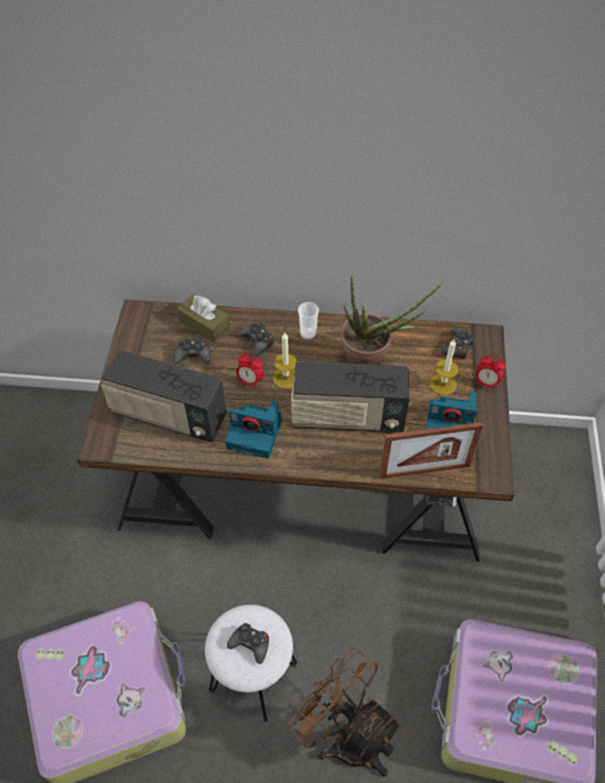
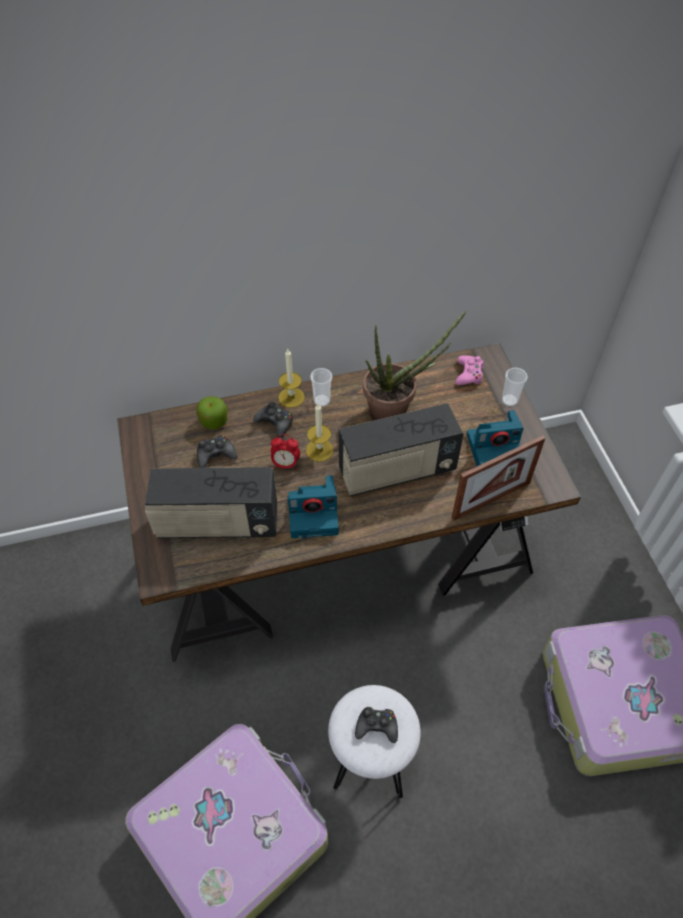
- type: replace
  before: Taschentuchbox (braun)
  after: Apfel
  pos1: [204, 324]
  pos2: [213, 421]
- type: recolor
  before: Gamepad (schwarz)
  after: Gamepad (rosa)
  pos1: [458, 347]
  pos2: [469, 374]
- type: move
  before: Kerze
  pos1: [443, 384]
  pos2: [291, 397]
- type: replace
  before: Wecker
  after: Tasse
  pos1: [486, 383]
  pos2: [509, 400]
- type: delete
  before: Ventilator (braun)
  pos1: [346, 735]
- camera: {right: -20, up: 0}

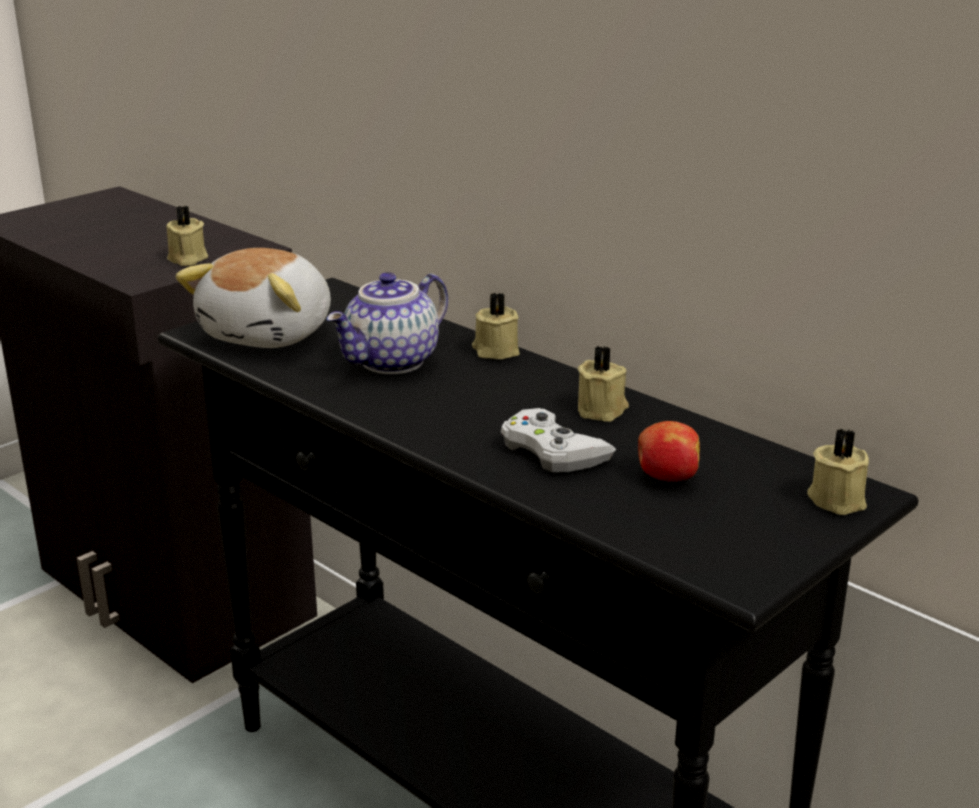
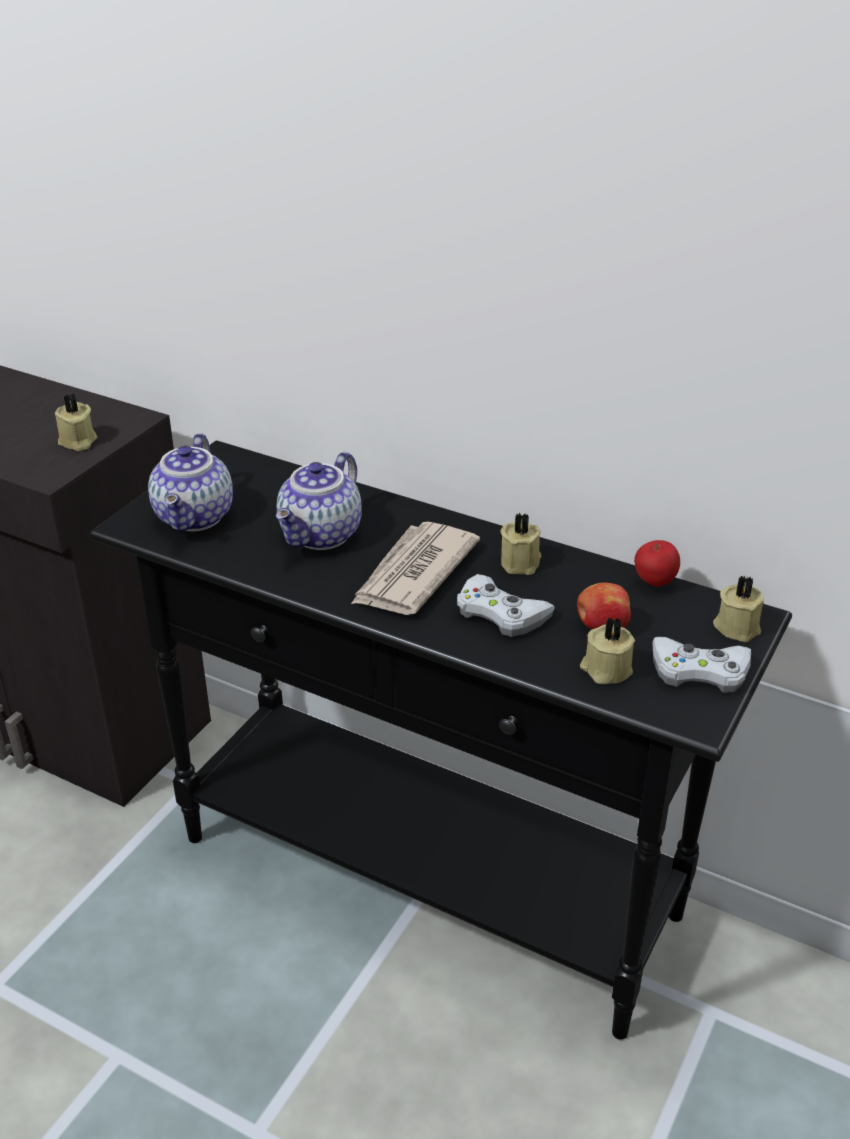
- type: replace
  before: Plüschtier
  after: Teekanne
  pos1: [270, 334]
  pos2: [196, 517]
- type: move
  before: Kerze (beige)
  pos1: [495, 351]
  pos2: [605, 669]
- type: insert
  after: Zeitung
  pos2: [413, 573]
- type: insert
  after: Apfel
  pos2: [654, 583]
- type: insert
  after: Gamepad (weiß)
  pos2: [699, 671]
- camera: {right: -15, up: 10}

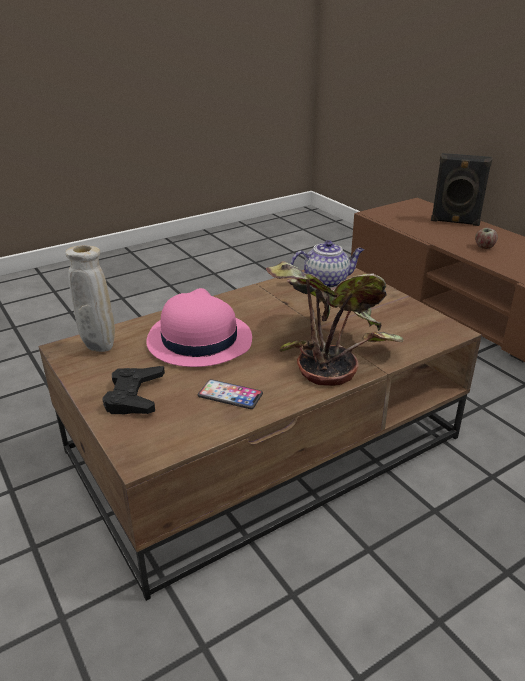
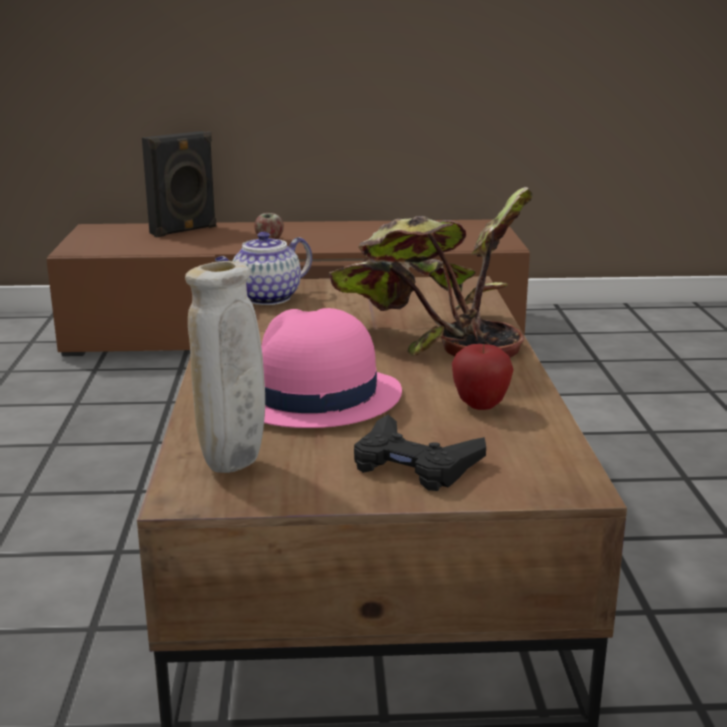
- type: rotate
  before: Teekanne
  pos1: [326, 281]
  pos2: [266, 299]
  turn: -150
- type: replace
  before: Handy
  after: Apfel
  pos1: [230, 395]
  pos2: [480, 406]
- camera: {right: -60, up: -10}

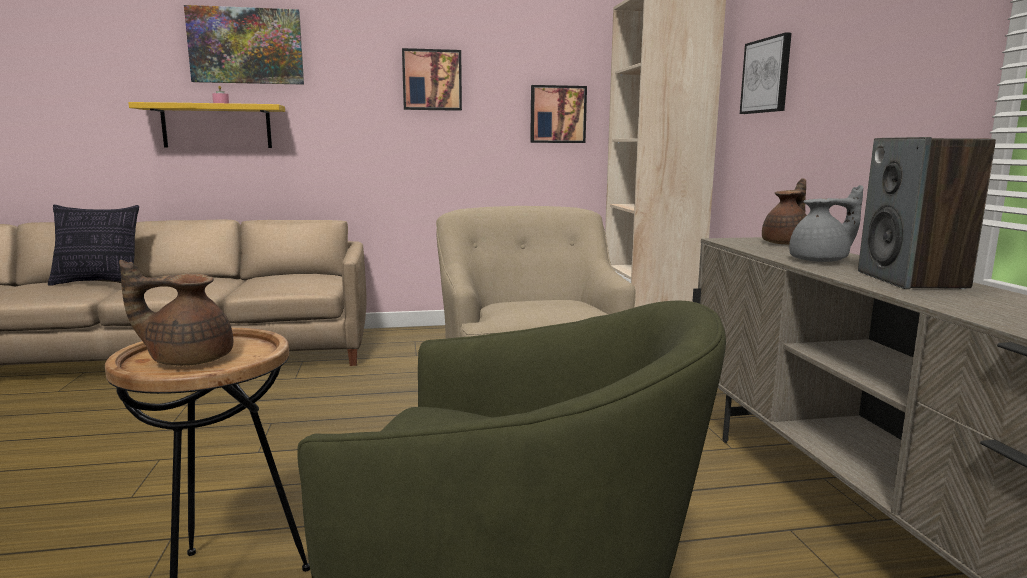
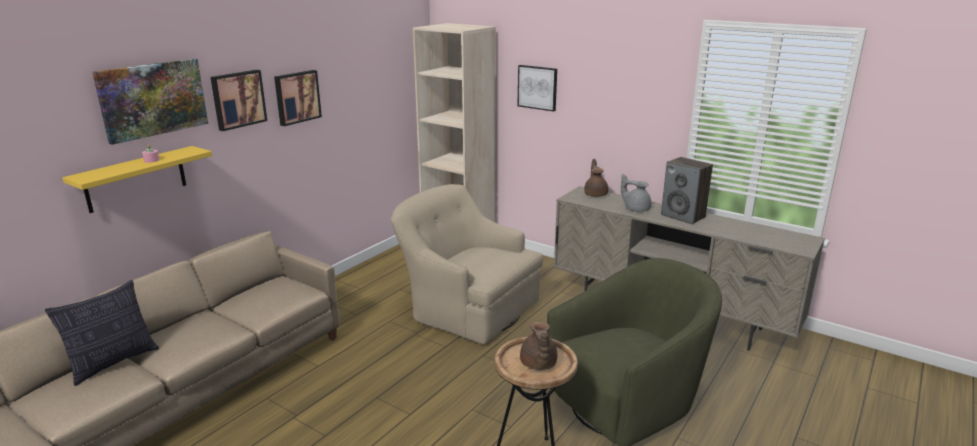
- type: move
  before: Bild
  pos1: [557, 114]
  pos2: [238, 99]
- type: rotate
  before: Teekanne (grau)
  pos1: [821, 260]
  pos2: [636, 208]
  turn: -90
- type: rotate
  before: Teekanne (braun)
  pos1: [188, 359]
  pos2: [538, 364]
  turn: -45
- camera: {right: -45, up: 10}

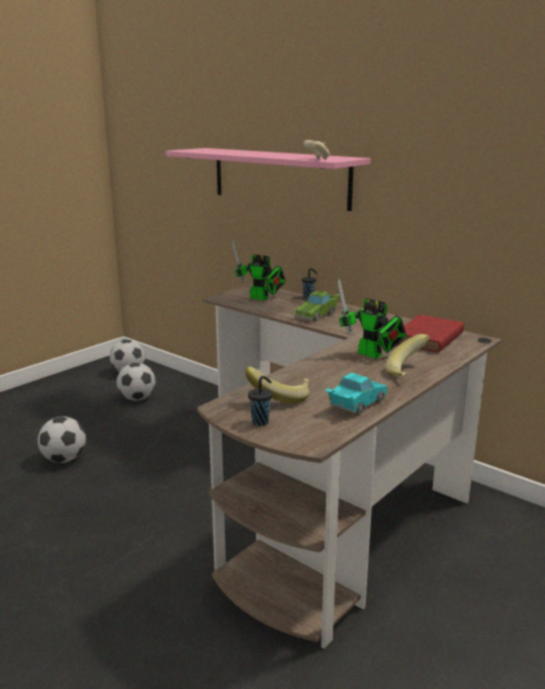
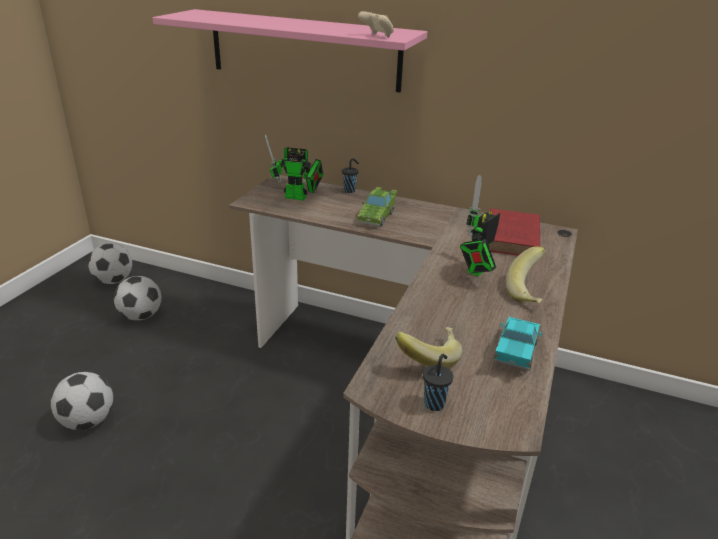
- type: rotate
  before: Spielzeugroboter
  pos1: [372, 355]
  pos2: [476, 271]
  turn: 105
- camera: {right: -20, up: 10}

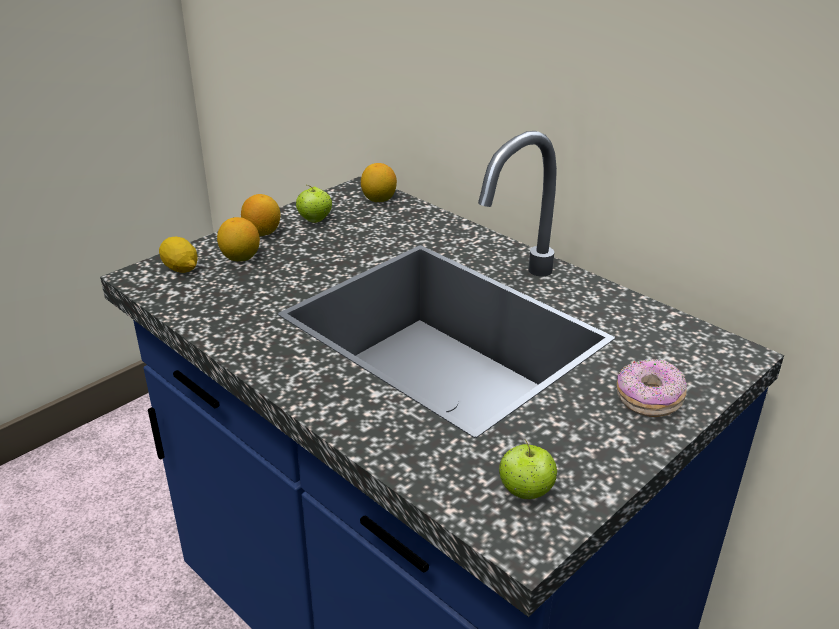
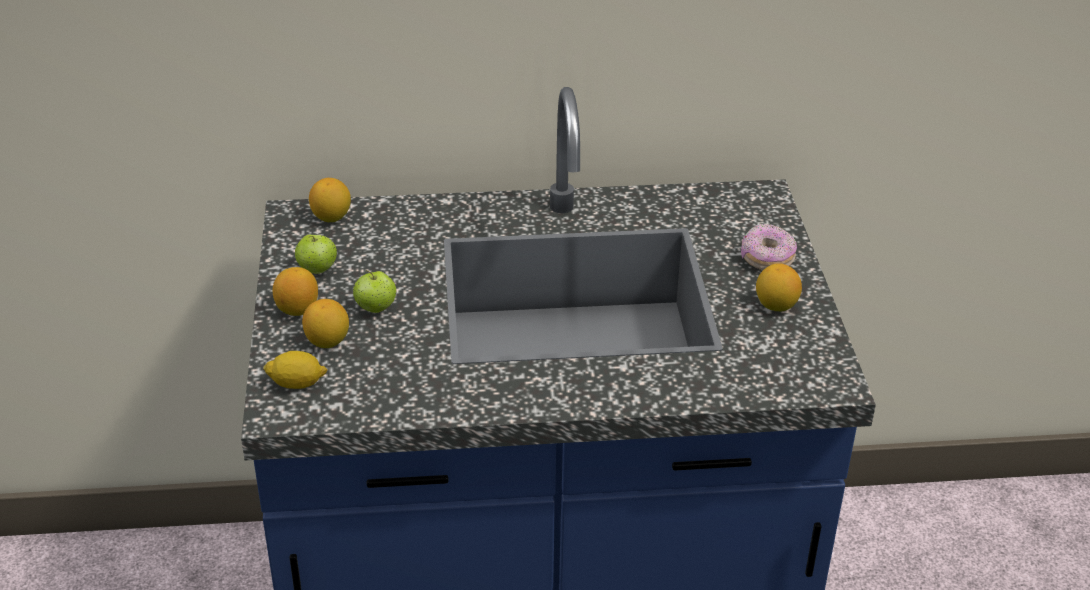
- type: move
  before: Apfel
  pos1: [525, 492]
  pos2: [376, 308]
- type: insert
  after: Zitrone
  pos2: [776, 305]
- camera: {right: -50, up: 5}

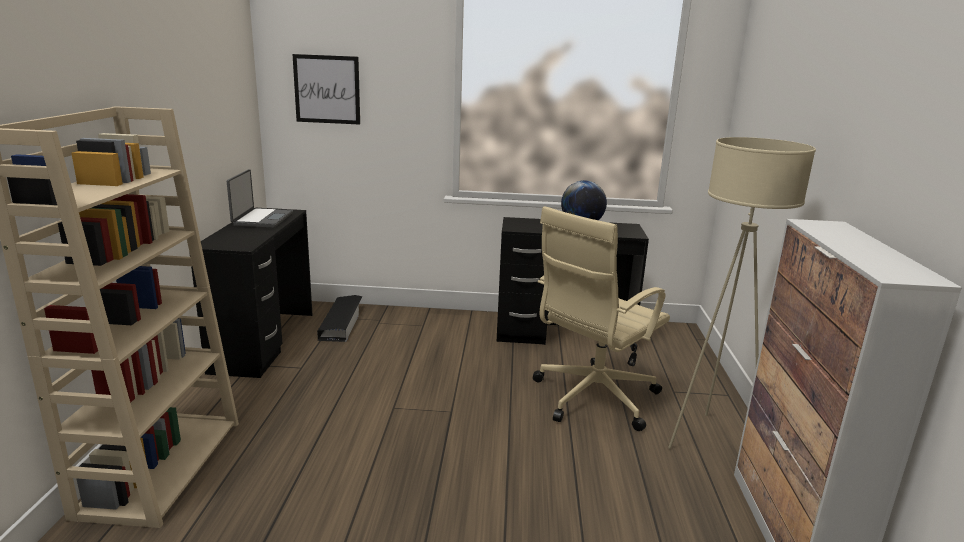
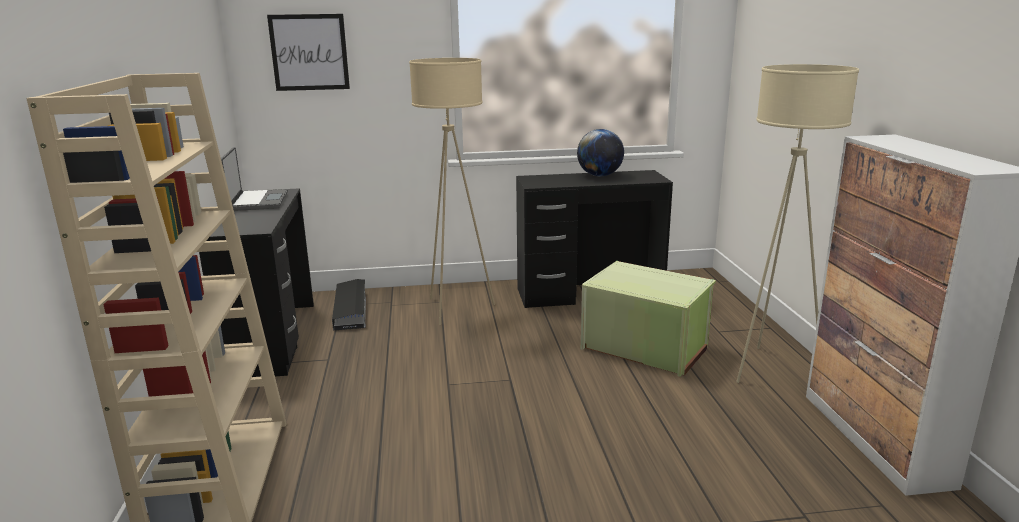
- type: replace
  before: Bürostuhl (beige)
  after: Aufbewahrungsbox (grün)
  pos1: [592, 398]
  pos2: [644, 348]
- type: insert
  after: Stehlampe (beige)
  pos2: [456, 309]
- camera: {right: -10, up: 0}

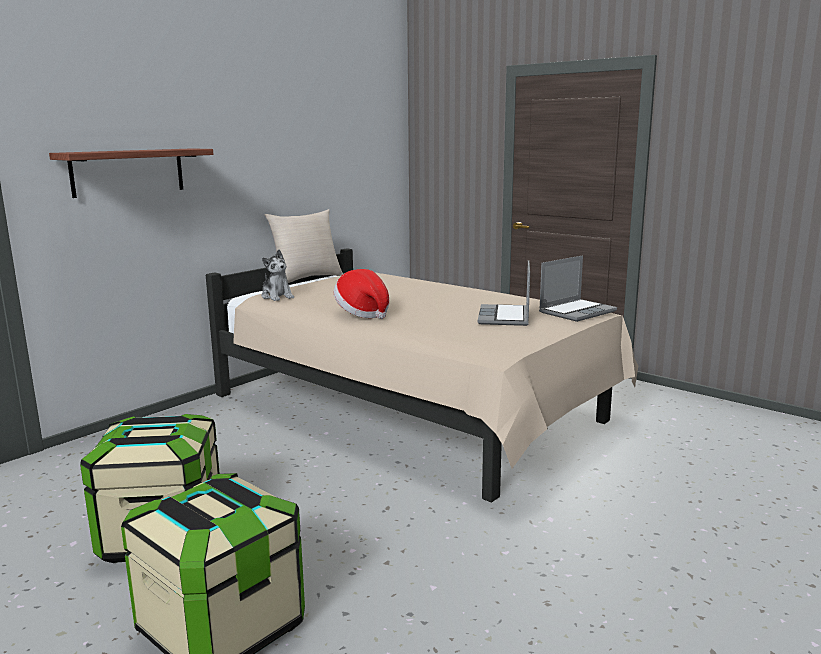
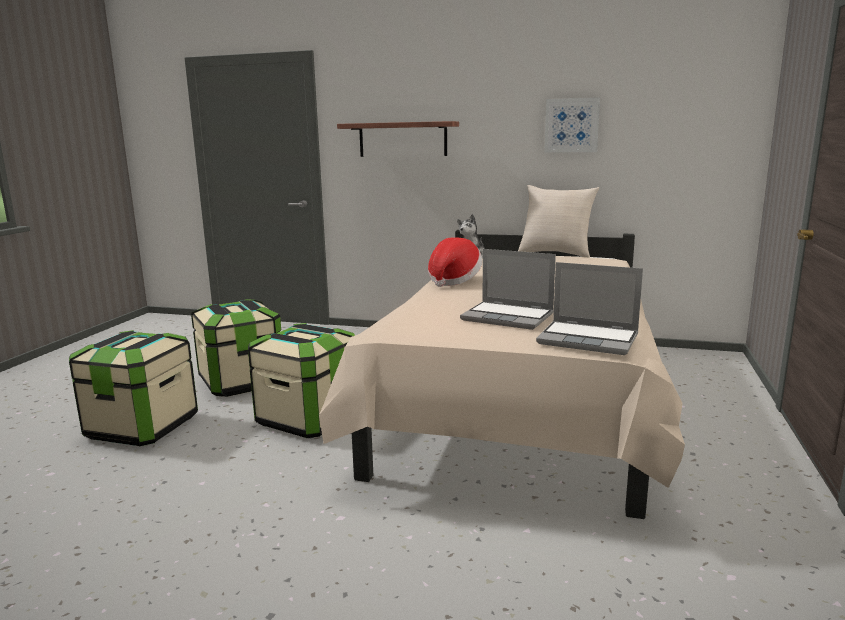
- type: rotate
  before: Laptop
  pos1: [505, 317]
  pos2: [509, 317]
  turn: -135
- type: insert
  after: Bild
  pos2: [571, 125]
- type: insert
  after: Aufbewahrungsbox
  pos2: [309, 418]
- camera: {right: 65, up: 0}

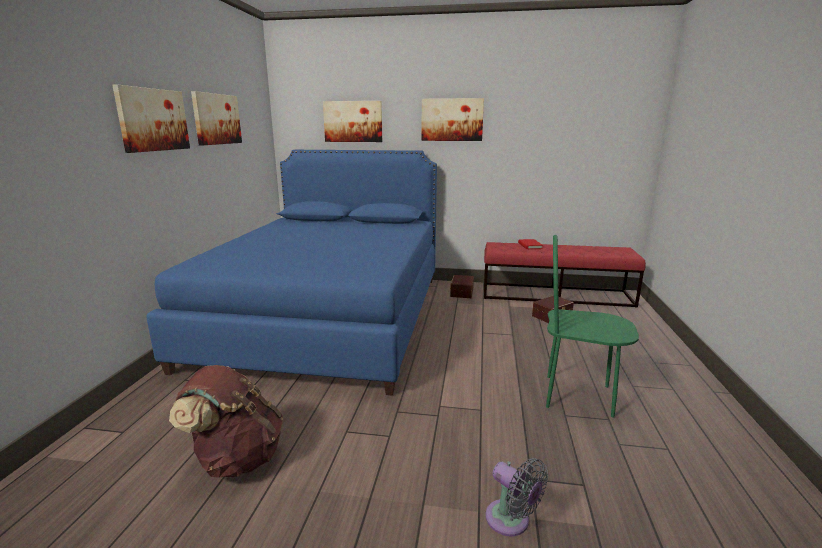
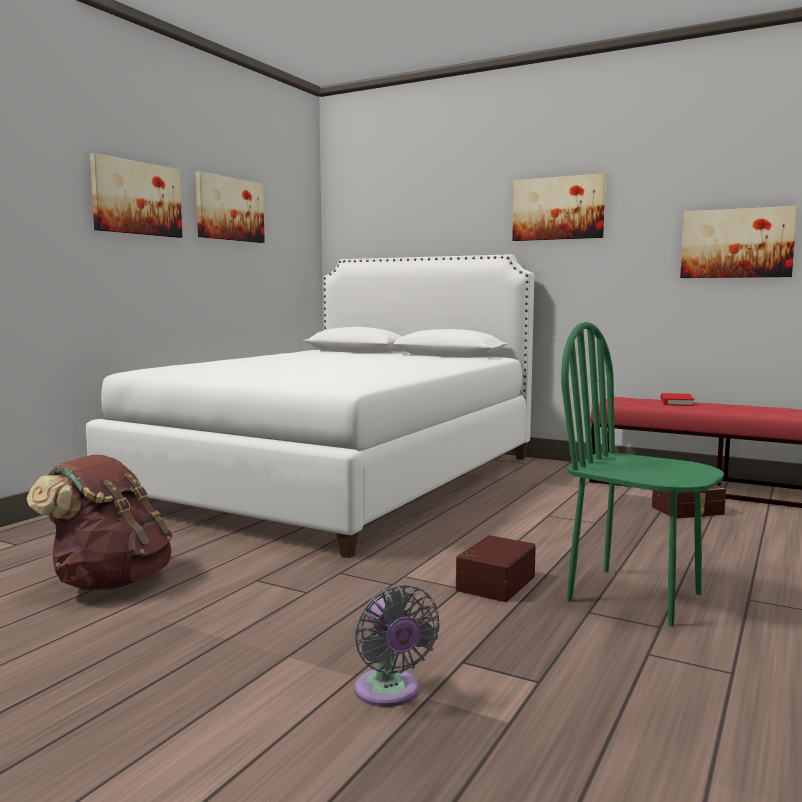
- type: move
  before: Bild
  pos1: [353, 121]
  pos2: [736, 243]
- type: recolor
  before: Bett (blau)
  after: Bett (weiß)
  pos1: [329, 317]
  pos2: [339, 479]
- type: move
  before: Aufbewahrungsbox (braun)
  pos1: [461, 292]
  pos2: [494, 583]
- camera: {right: 20, up: -10}

